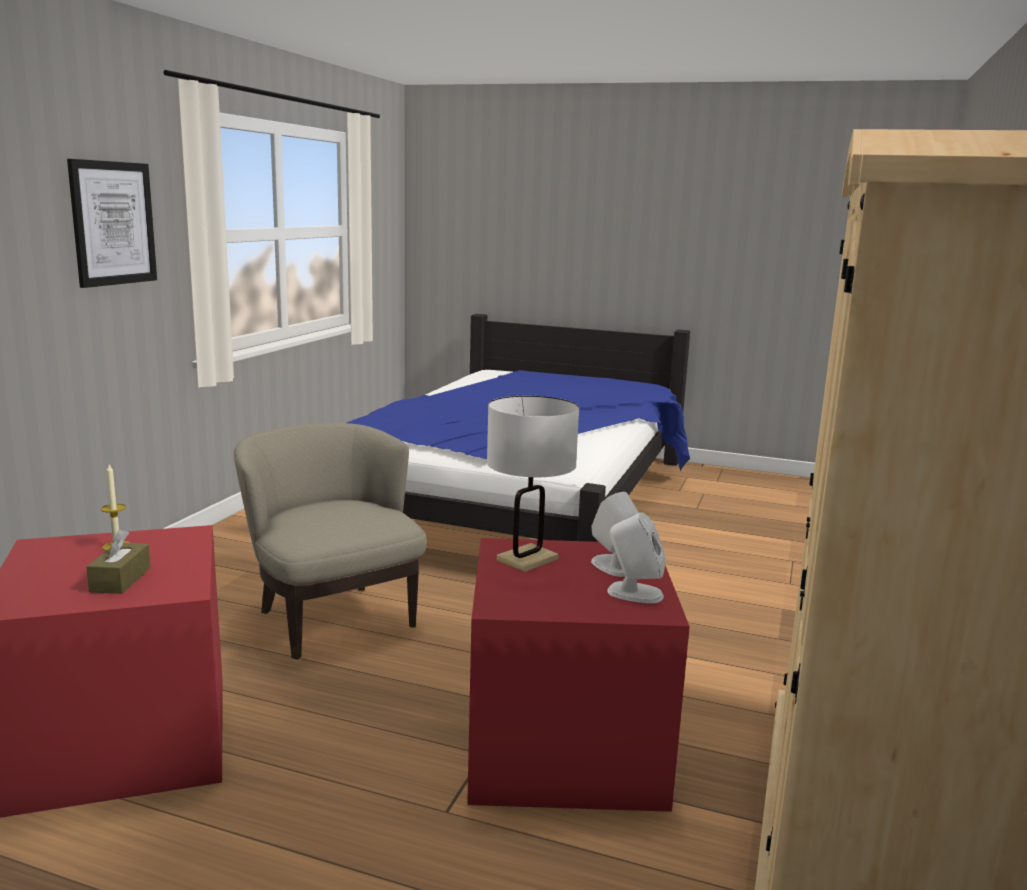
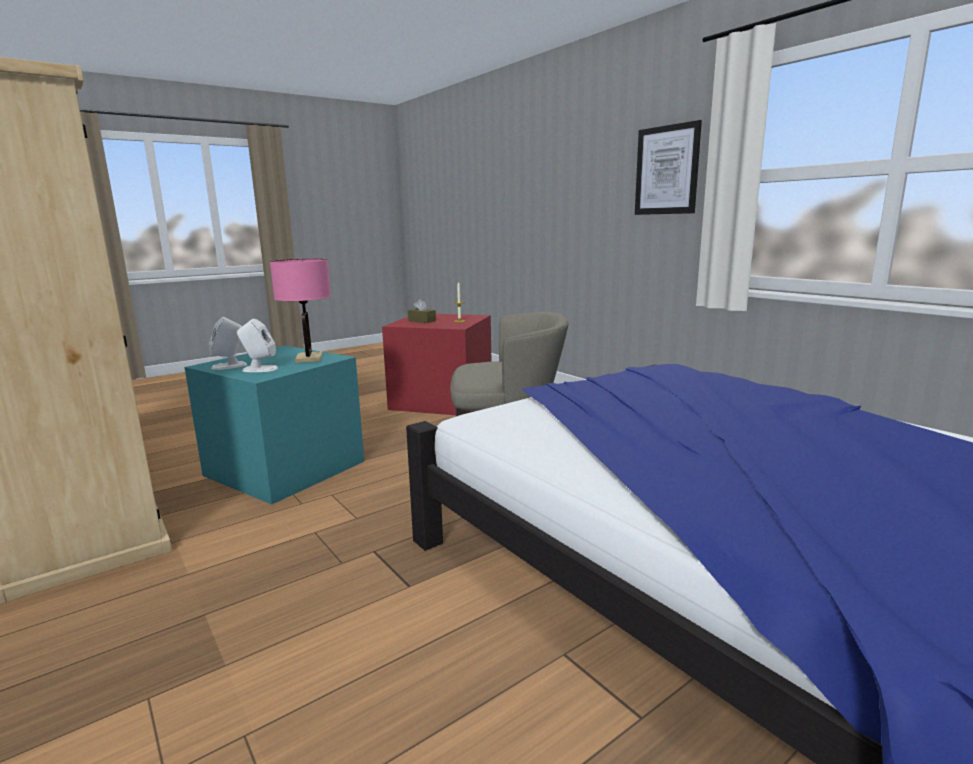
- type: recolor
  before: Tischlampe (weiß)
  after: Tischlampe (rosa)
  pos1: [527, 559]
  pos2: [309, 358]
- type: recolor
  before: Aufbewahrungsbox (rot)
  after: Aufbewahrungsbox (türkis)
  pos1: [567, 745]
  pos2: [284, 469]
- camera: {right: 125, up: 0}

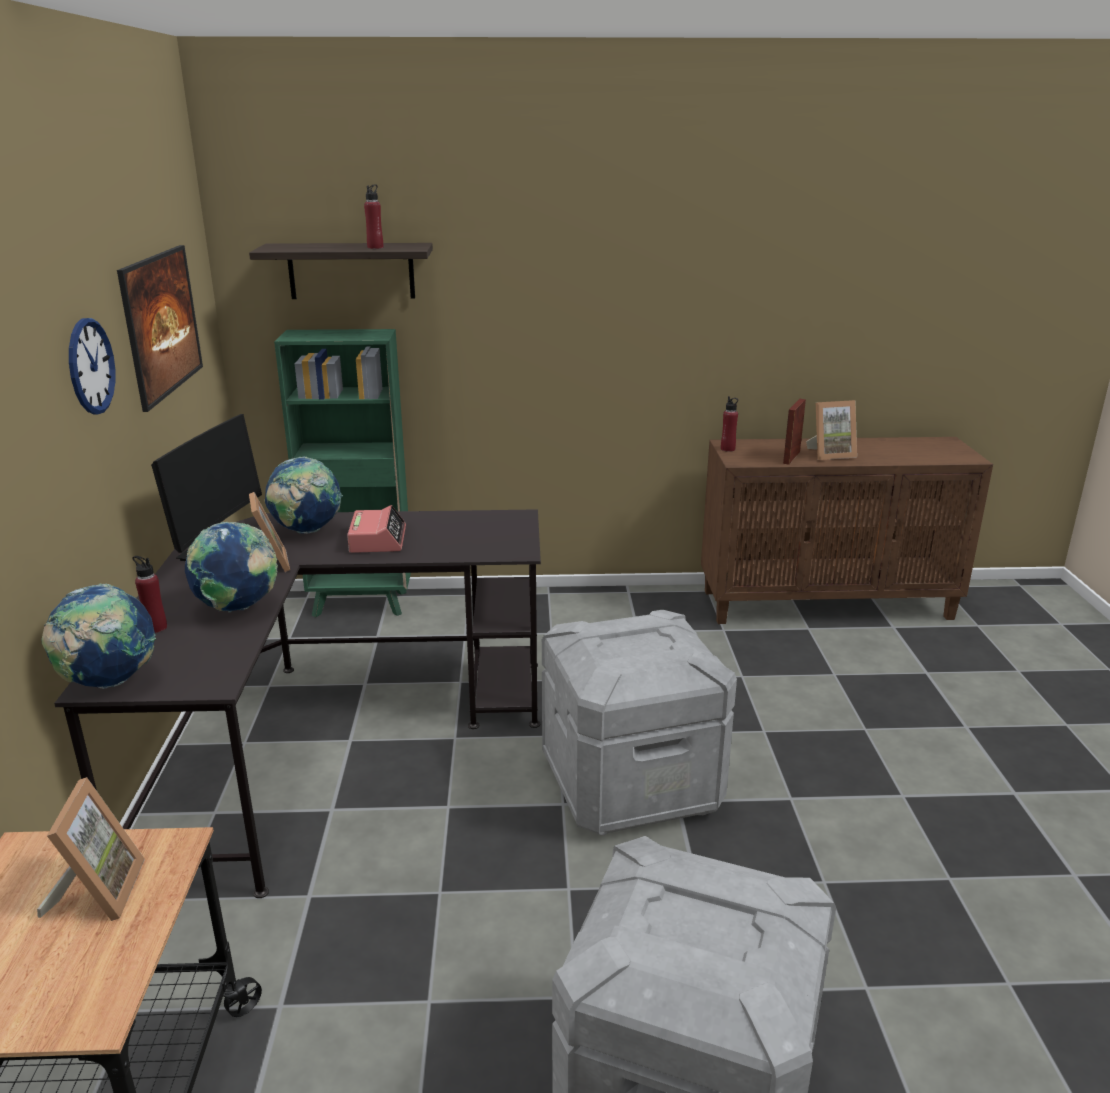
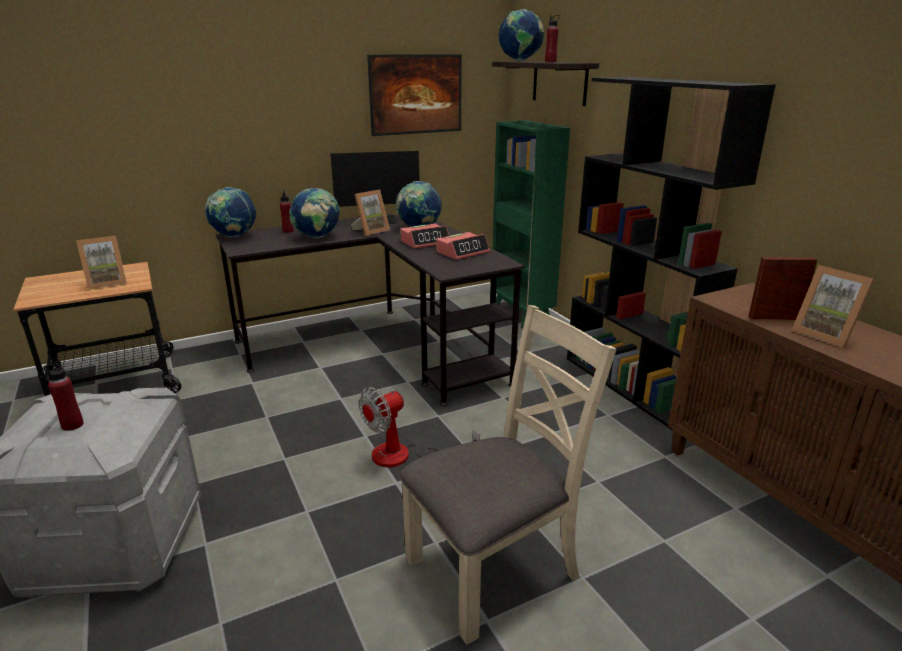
- type: delete
  before: Wanduhr
  pos1: [91, 366]
- type: move
  before: Flasche (rot)
  pos1: [728, 449]
  pos2: [72, 425]
- type: replace
  before: Aufbewahrungsbox (grau)
  after: Ventilator
  pos1: [631, 783]
  pos2: [404, 457]
- type: insert
  after: Globus
  pos2: [520, 61]
- type: insert
  after: Bücherregal (schwarz)
  pos2: [632, 386]
- type: insert
  after: Wecker
  pos2: [463, 252]
- type: insert
  after: Stuhl (beige)
  pos2: [494, 567]
- camera: {right: 65, up: 0}

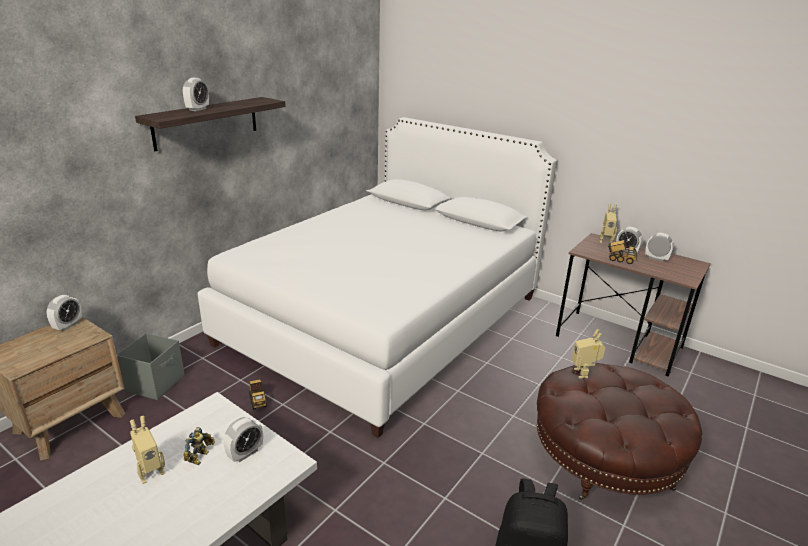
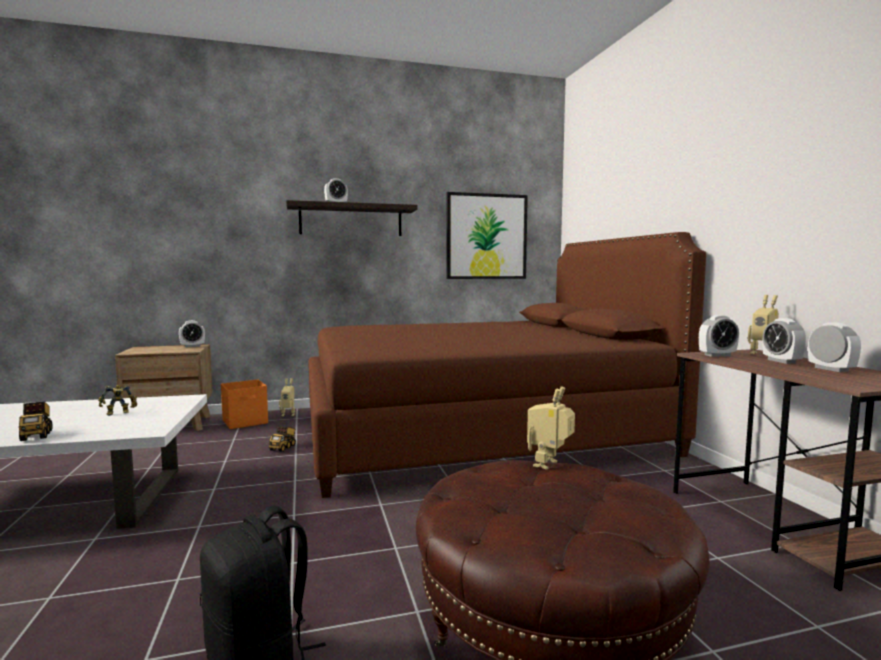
- type: recolor
  before: Bett (weiß)
  after: Bett (braun)
  pos1: [385, 319]
  pos2: [476, 432]
- type: move
  before: Spielzeuglaster
  pos1: [620, 260]
  pos2: [37, 435]
- type: recolor
  before: Aufbewahrungsbox (grau)
  after: Aufbewahrungsbox (orange)
  pos1: [156, 383]
  pos2: [246, 422]
- type: move
  before: Spielzeugroboter
  pos1: [150, 472]
  pos2: [288, 414]
- type: move
  before: Wecker
  pos1: [245, 453]
  pos2: [717, 355]
- type: insert
  after: Bild
  pos2: [486, 236]
- camera: {right: 40, up: -20}

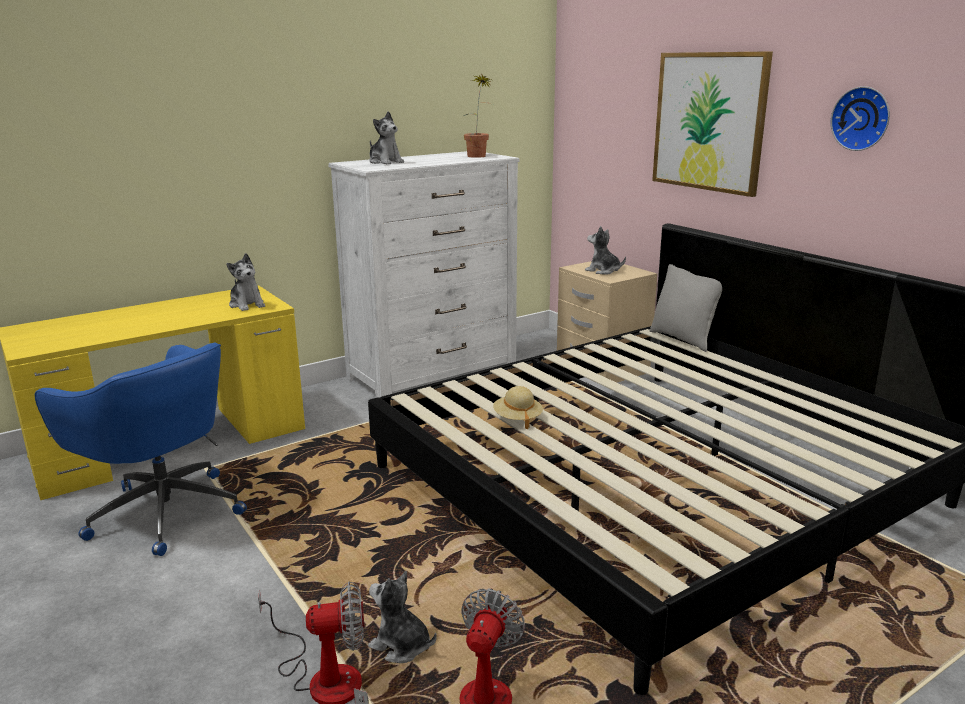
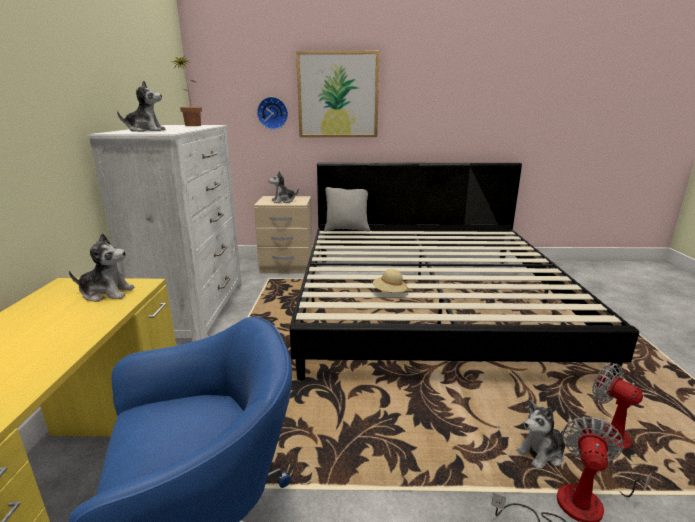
- type: move
  before: Wanduhr
  pos1: [862, 118]
  pos2: [272, 113]
- camera: {right: -55, up: 0}

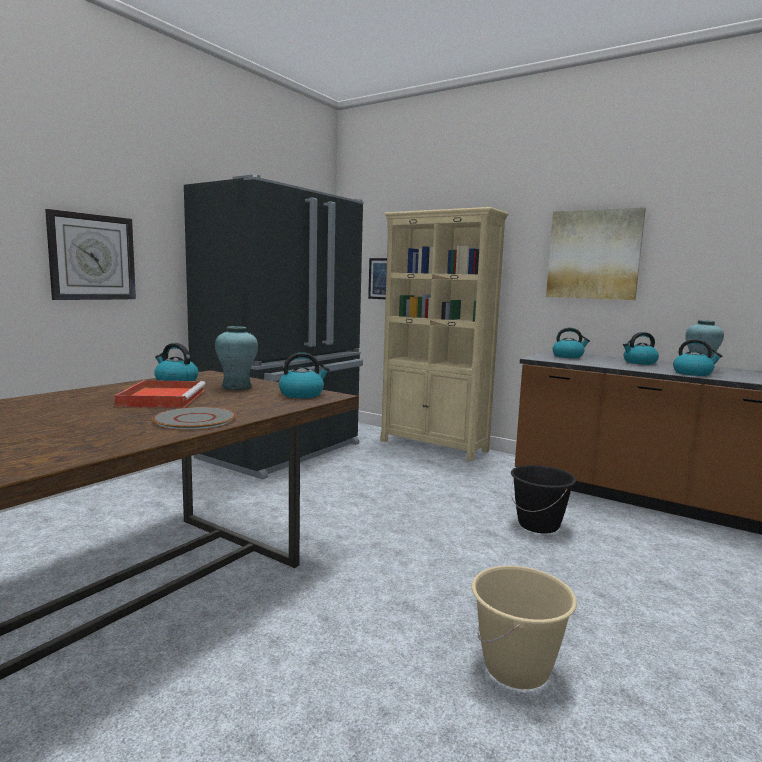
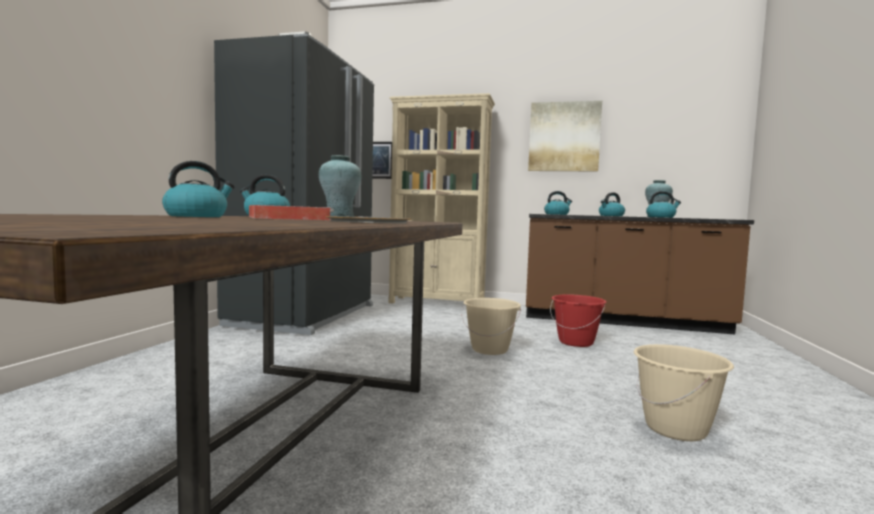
- type: delete
  before: Wanduhr
  pos1: [92, 257]
- type: move
  before: Wasserkessel
  pos1: [302, 394]
  pos2: [197, 216]
- type: recolor
  before: Eimer (schwarz)
  after: Eimer (rot)
  pos1: [538, 525]
  pos2: [576, 342]
- type: insert
  after: Eimer (beige)
  pos2: [490, 349]
- camera: {right: -20, up: -5}

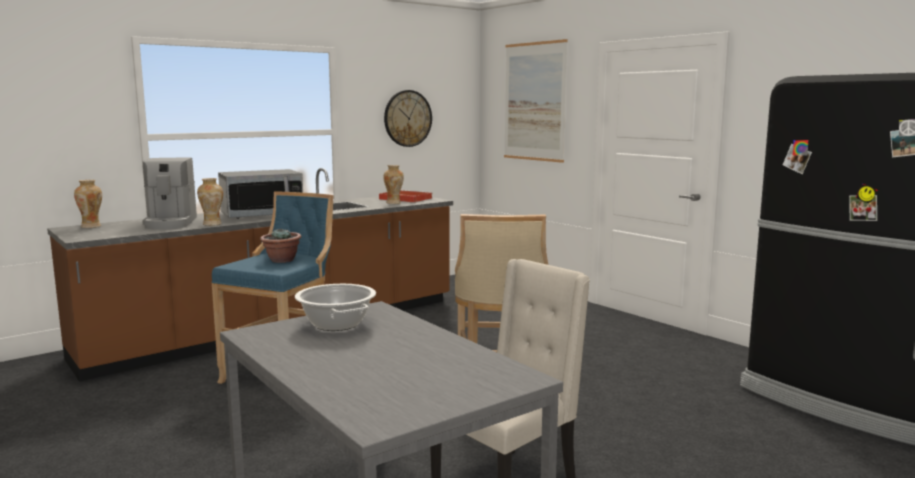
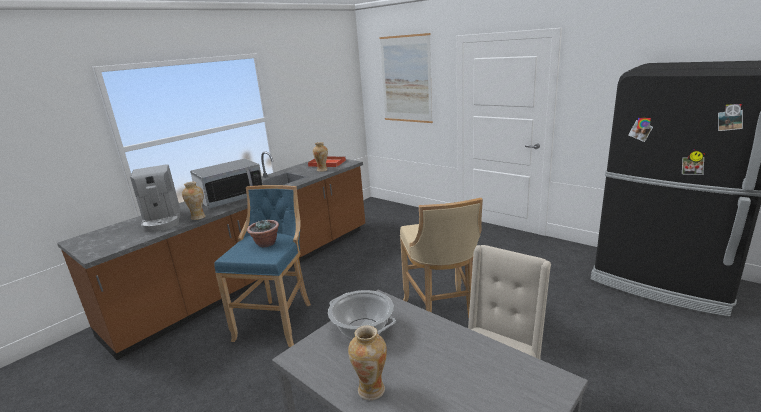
- type: delete
  before: Wanduhr
  pos1: [407, 118]
- type: move
  before: Vase
  pos1: [91, 226]
  pos2: [371, 389]
- camera: {right: -10, up: 10}

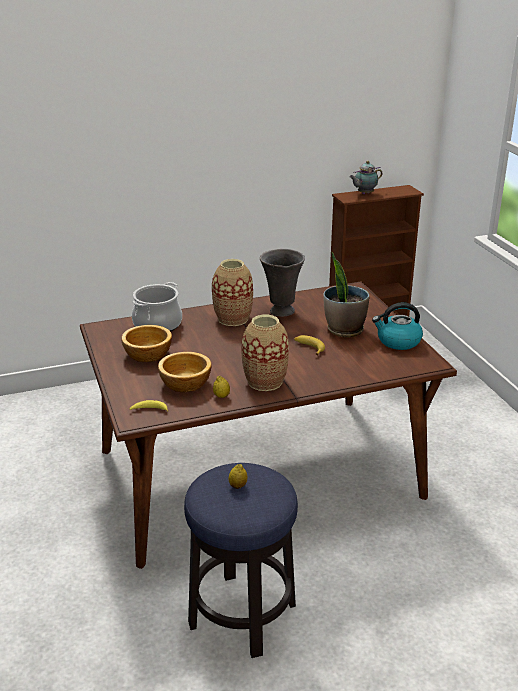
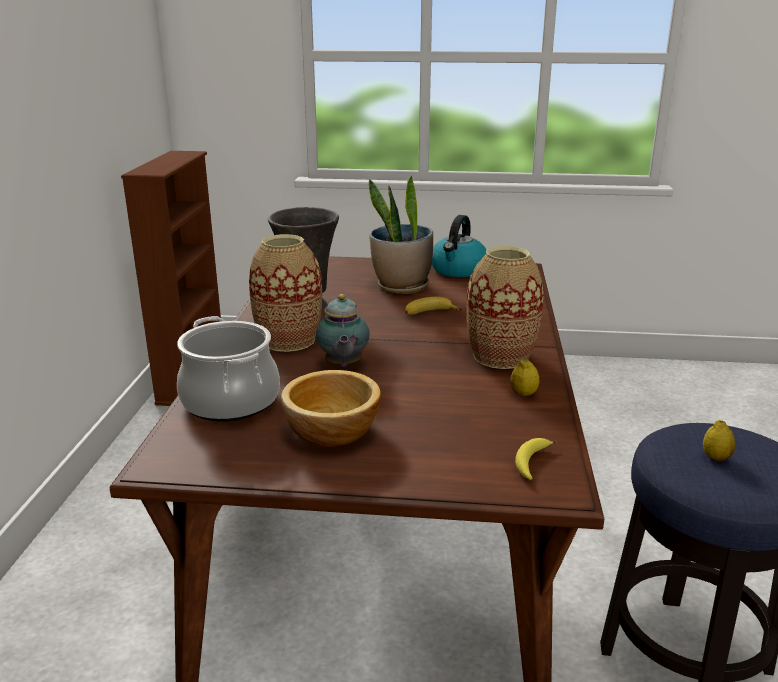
- type: move
  before: Teekanne
  pos1: [364, 194]
  pos2: [343, 365]
- type: delete
  before: Schüssel
  pos1: [185, 384]
- camera: {right: -65, up: -5}

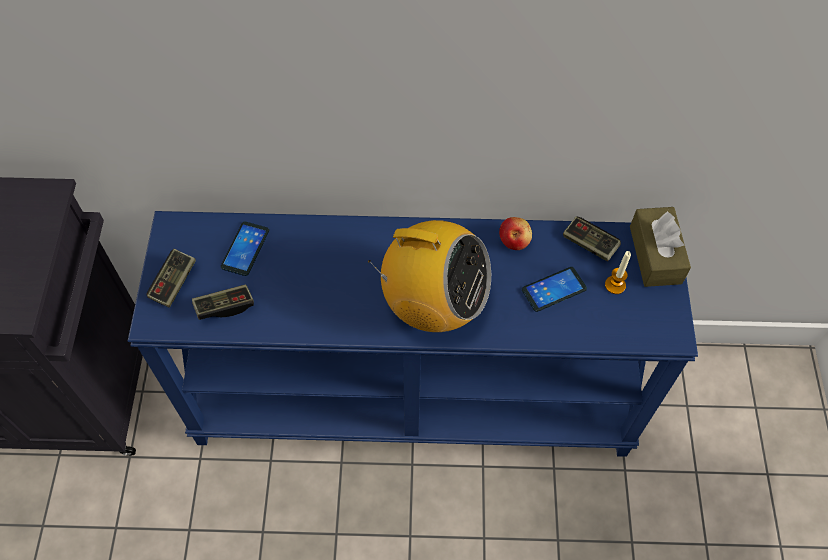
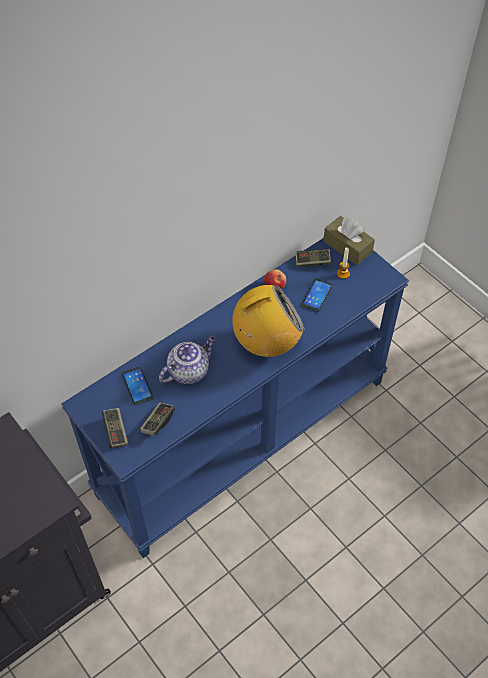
- type: insert
  after: Teekanne
  pos2: [189, 371]
- camera: {right: -40, up: -5}

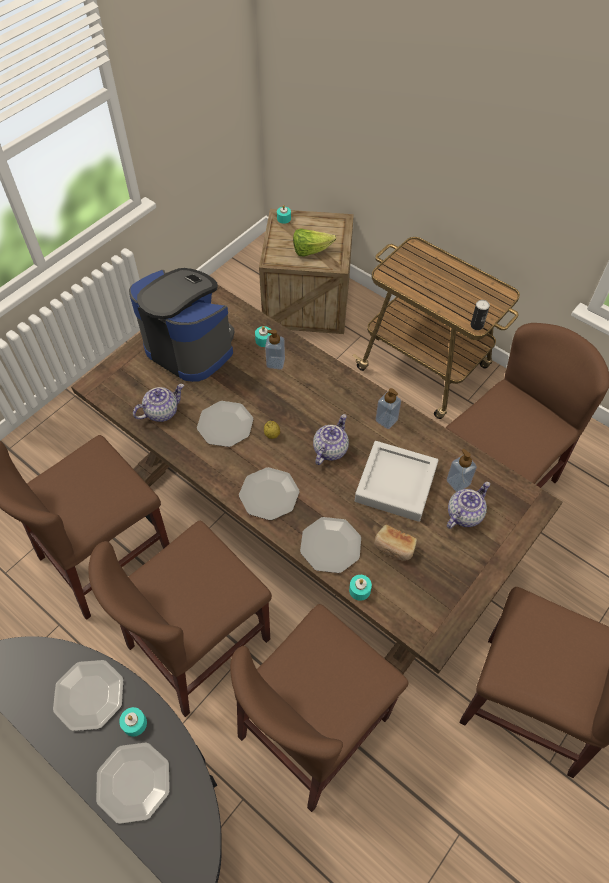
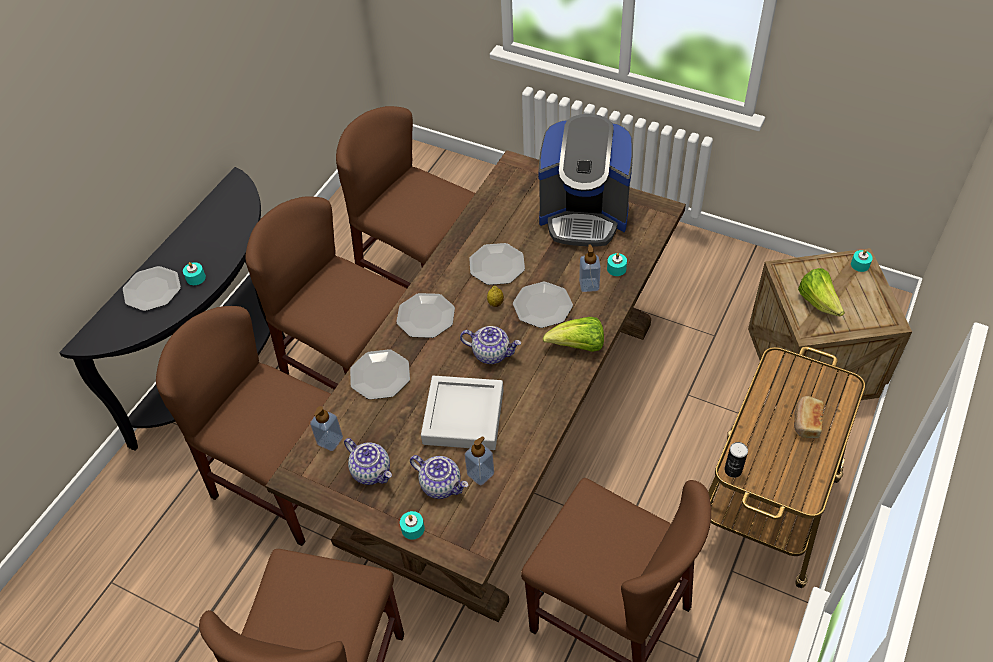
- type: rotate
  before: Kaffeemaschine
  pos1: [190, 347]
  pos2: [584, 215]
  turn: 75
- type: move
  before: Teekanne
  pos1: [162, 411]
  pos2: [372, 471]
- type: move
  before: Seifenspender
  pos1: [386, 420]
  pos2: [330, 441]
- type: move
  before: Brot
  pos1: [394, 547]
  pos2: [806, 422]
- type: move
  before: Kerze (türkis)
  pos1: [359, 590]
  pos2: [413, 528]
- type: move
  before: Teller
  pos1: [89, 695]
  pos2: [542, 306]
- type: insert
  after: Salatkopf
  pos2: [578, 346]
- camera: {right: 80, up: -5}

